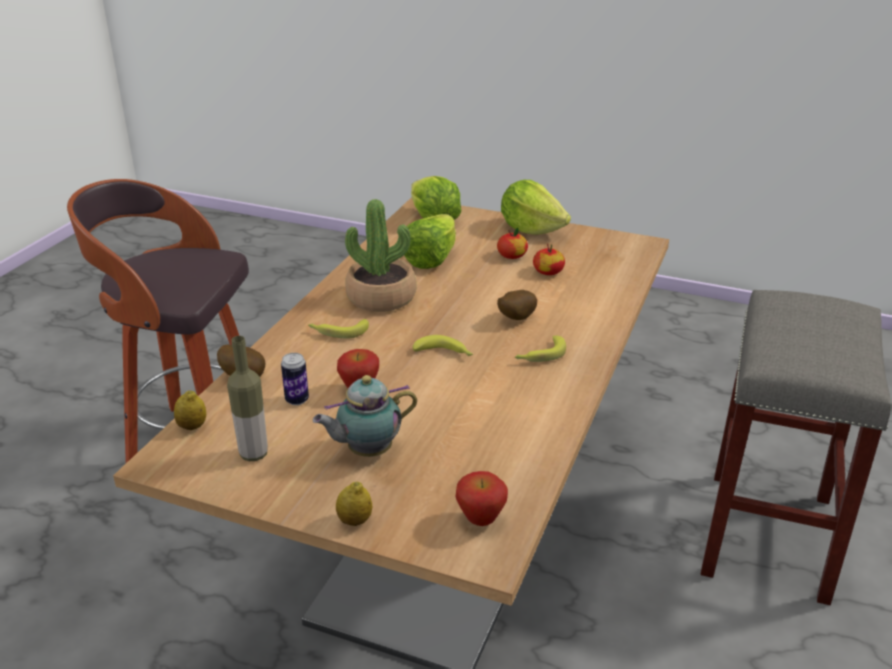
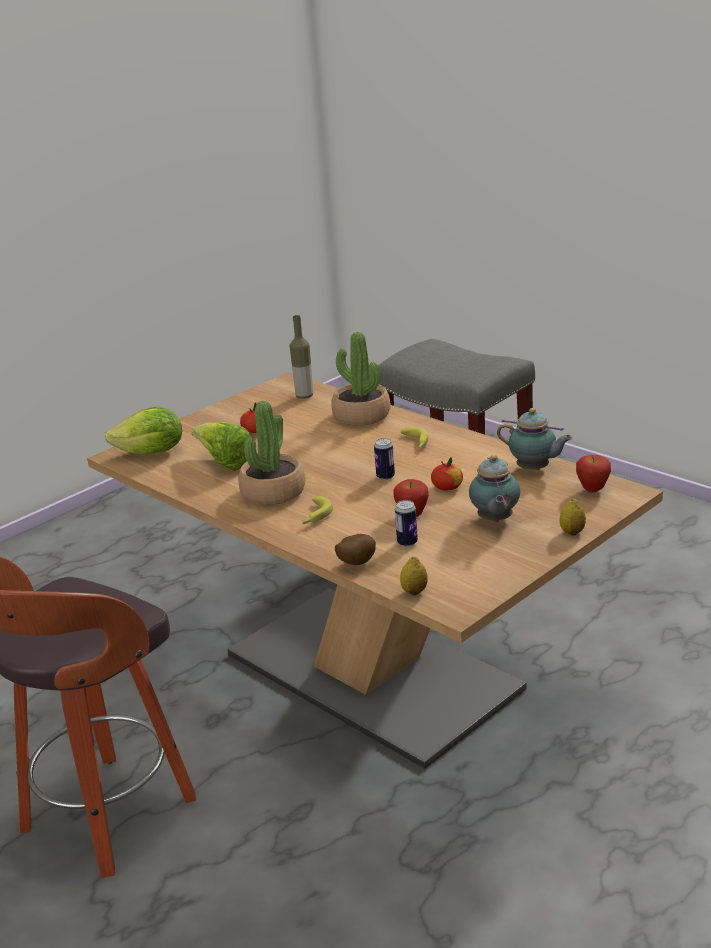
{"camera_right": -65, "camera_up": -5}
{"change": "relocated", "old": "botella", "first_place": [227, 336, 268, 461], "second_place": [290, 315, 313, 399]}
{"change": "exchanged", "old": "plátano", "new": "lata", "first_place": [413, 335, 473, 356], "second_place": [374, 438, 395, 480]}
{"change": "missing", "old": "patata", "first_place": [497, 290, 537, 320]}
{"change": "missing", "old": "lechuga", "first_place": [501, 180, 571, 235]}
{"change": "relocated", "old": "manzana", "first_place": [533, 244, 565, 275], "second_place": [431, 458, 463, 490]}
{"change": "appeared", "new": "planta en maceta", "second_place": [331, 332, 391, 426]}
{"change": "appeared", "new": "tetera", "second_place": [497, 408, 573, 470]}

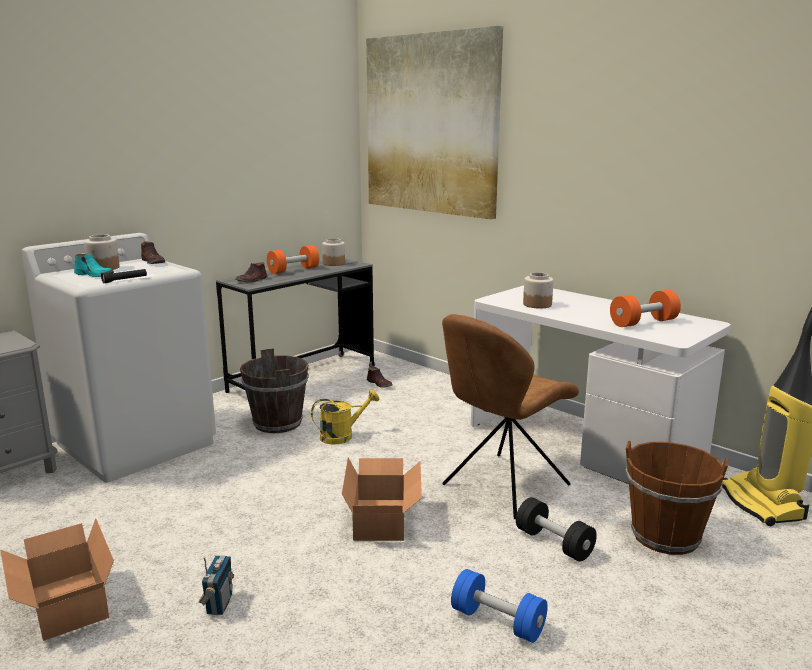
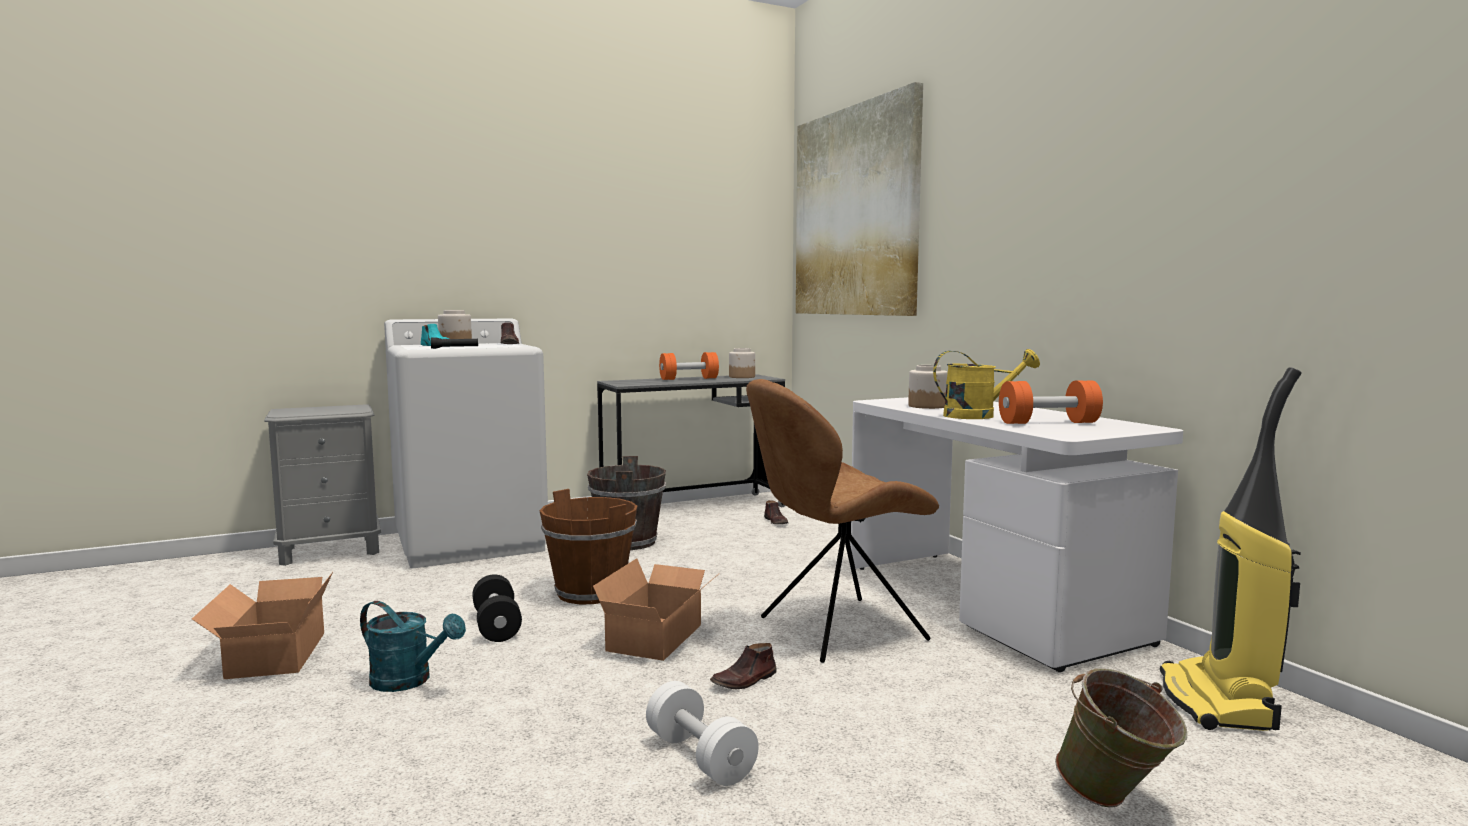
{"camera_right": 20, "camera_up": -10}
{"change": "exchanged", "old": "radio", "new": "regadera (turquesa)", "first_place": [199, 555, 234, 615], "second_place": [360, 601, 466, 692]}
{"change": "relocated", "old": "zapato (marrón)", "first_place": [235, 262, 267, 283], "second_place": [710, 643, 777, 690]}
{"change": "relocated", "old": "regadera (amarillo)", "first_place": [311, 389, 379, 444], "second_place": [933, 349, 1040, 419]}
{"change": "colour", "old": "mancuerna (azul)", "new": "mancuerna (blanco)", "first_place": [451, 569, 548, 643], "second_place": [646, 681, 759, 786]}
{"change": "relocated", "old": "mancuerna (negro)", "first_place": [516, 497, 597, 562], "second_place": [472, 574, 522, 642]}
{"change": "relocated", "old": "cubo (marrón)", "first_place": [626, 441, 728, 555], "second_place": [540, 489, 637, 604]}
{"change": "appeared", "new": "cubo (verde)", "second_place": [1055, 668, 1187, 808]}

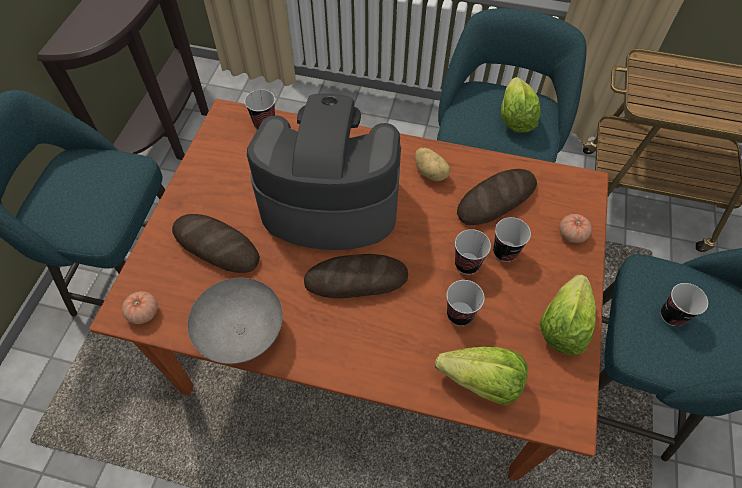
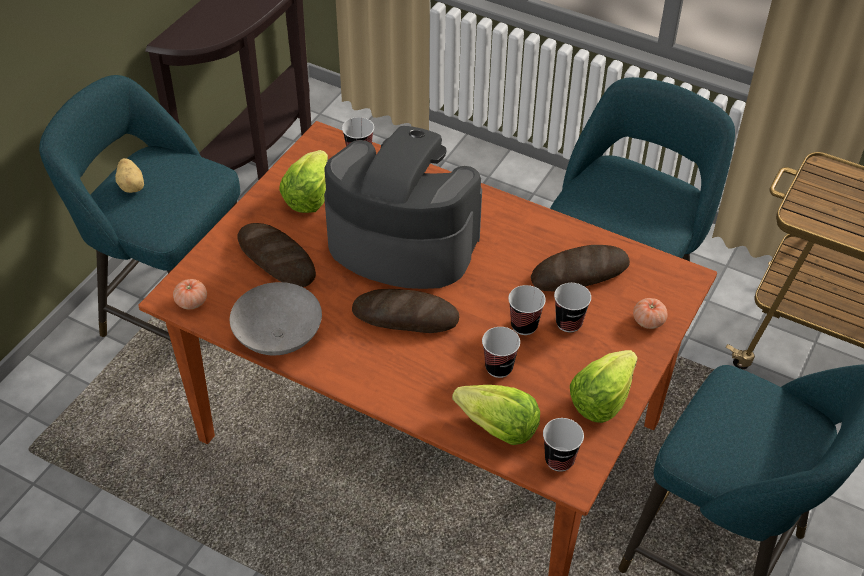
{"camera_right": 15, "camera_up": -10}
{"change": "relocated", "old": "patata", "first_place": [415, 148, 450, 181], "second_place": [115, 158, 144, 193]}
{"change": "relocated", "old": "lechuga", "first_place": [501, 77, 541, 133], "second_place": [279, 150, 328, 213]}
{"change": "relocated", "old": "taza", "first_place": [661, 283, 708, 326], "second_place": [543, 418, 584, 472]}

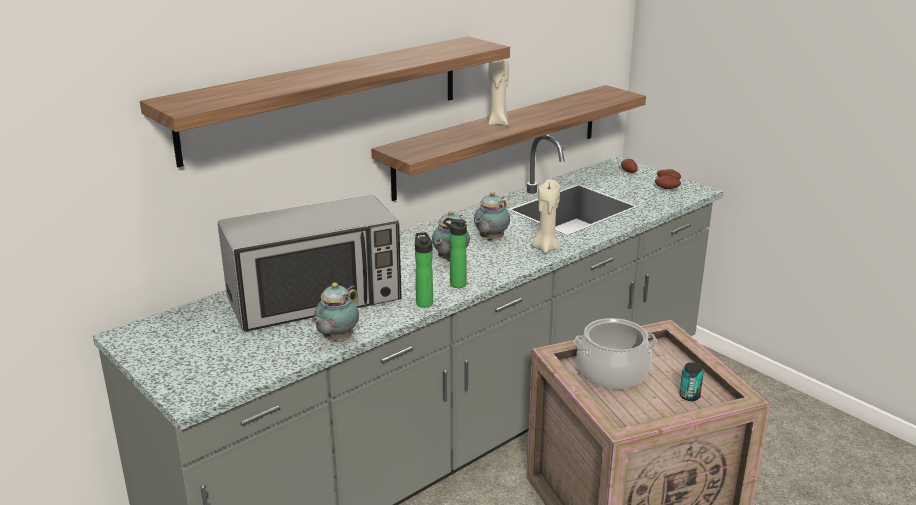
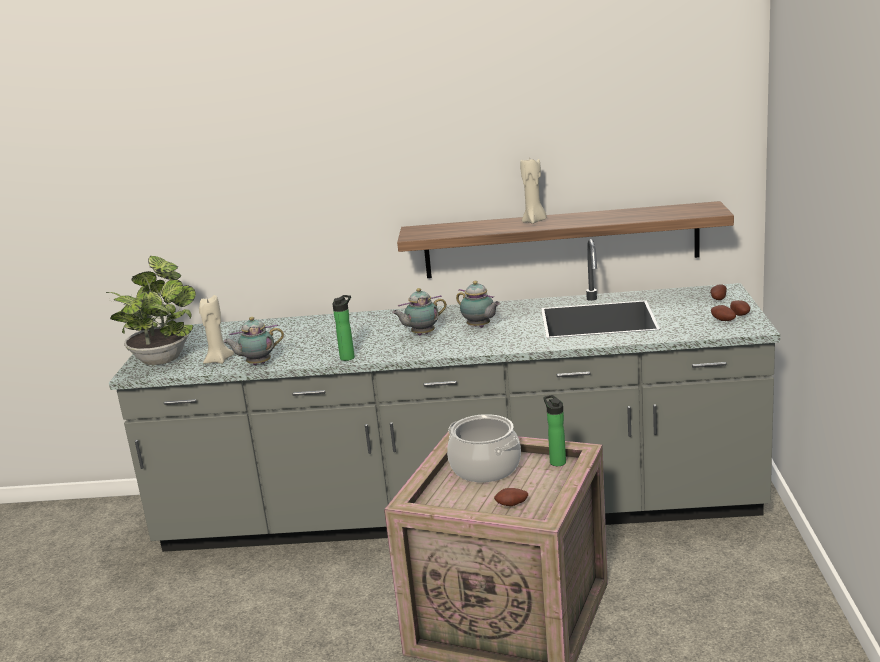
{"camera_right": 45, "camera_up": -5}
{"change": "missing", "old": "estante", "first_place": [140, 36, 510, 167]}
{"change": "missing", "old": "microondas", "first_place": [218, 195, 402, 332]}
{"change": "relocated", "old": "botella", "first_place": [443, 217, 467, 288], "second_place": [544, 395, 566, 466]}
{"change": "spun", "old": "tetera", "first_place": [474, 192, 510, 241], "second_place": [456, 281, 500, 328], "degrees": -120}
{"change": "relocated", "old": "vela (beis)", "first_place": [532, 179, 560, 253], "second_place": [199, 295, 234, 364]}
{"change": "exchanged", "old": "lata", "new": "patata", "first_place": [680, 362, 704, 401], "second_place": [494, 488, 528, 506]}
{"change": "appeared", "new": "planta en maceta", "second_place": [106, 256, 196, 365]}

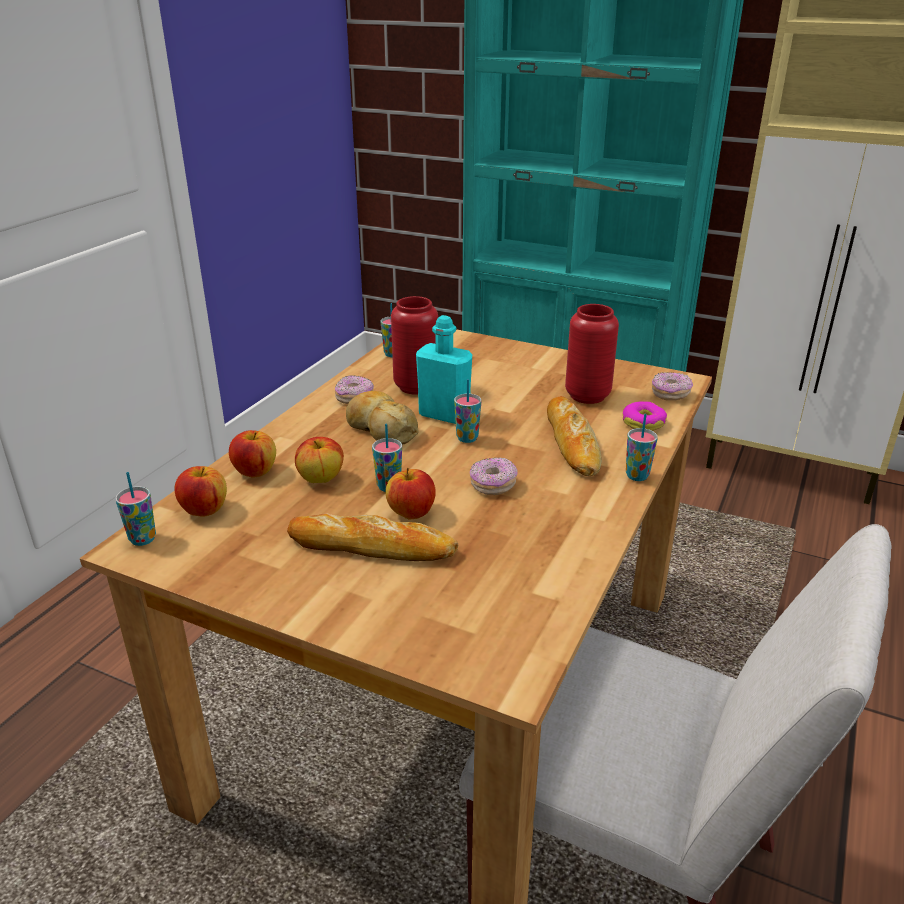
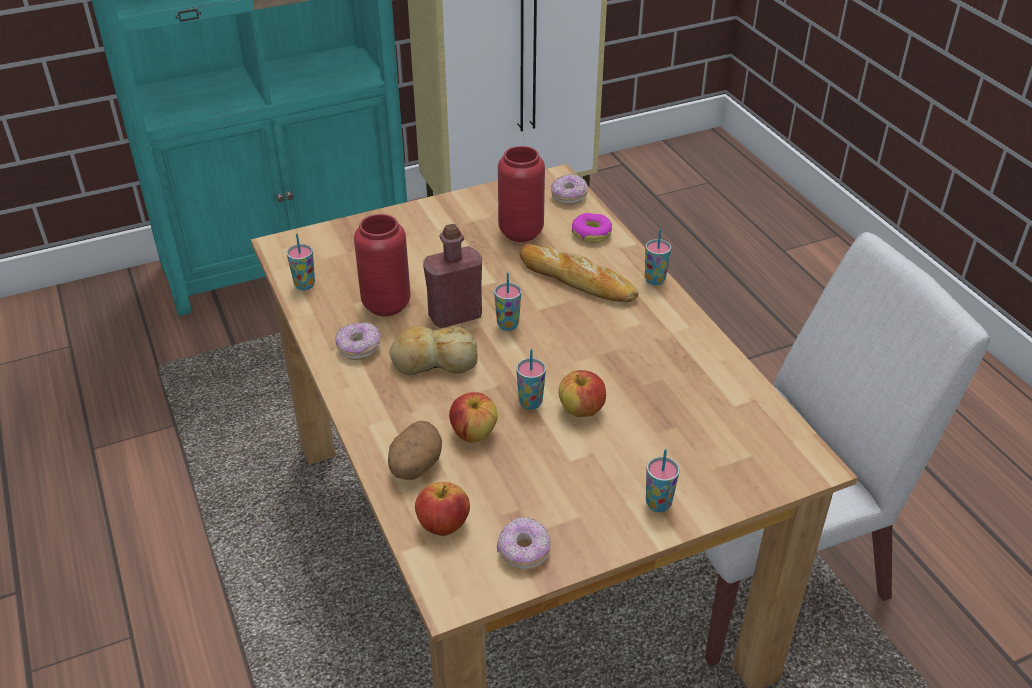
{"camera_right": -50, "camera_up": 10}
{"change": "relocated", "old": "taza", "first_place": [115, 472, 156, 546], "second_place": [646, 449, 680, 512]}
{"change": "exchanged", "old": "manzana", "new": "patata", "first_place": [229, 430, 276, 477], "second_place": [388, 421, 442, 480]}
{"change": "missing", "old": "pan", "first_place": [287, 513, 458, 561]}
{"change": "colour", "old": "botella (turquesa)", "new": "botella (rojo)", "first_place": [416, 315, 472, 424], "second_place": [423, 224, 482, 328]}
{"change": "relocated", "old": "rosquilla", "first_place": [470, 458, 518, 495], "second_place": [497, 517, 551, 569]}

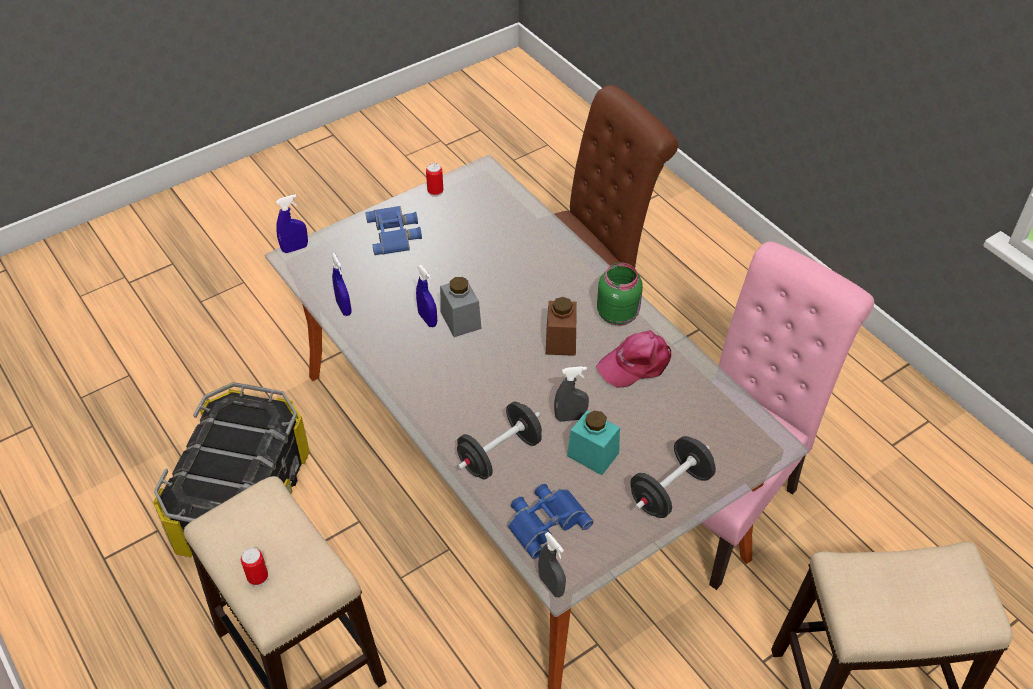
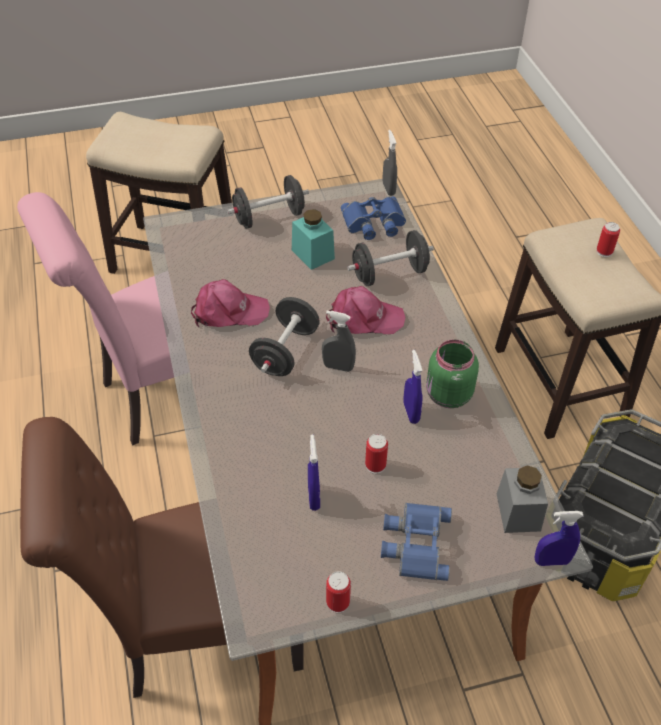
{"camera_right": -160, "camera_up": 0}
{"change": "relocated", "old": "pulverizador (azul)", "first_place": [331, 253, 352, 316], "second_place": [308, 434, 320, 511]}
{"change": "relocated", "old": "tarro (gris)", "first_place": [440, 277, 482, 337], "second_place": [497, 466, 548, 533]}
{"change": "exchanged", "old": "tarro (marrón)", "new": "mancuerna (negro)", "first_place": [546, 297, 577, 356], "second_place": [249, 297, 320, 376]}
{"change": "relocated", "old": "pulverizador (gris)", "first_place": [554, 366, 589, 421], "second_place": [322, 311, 356, 372]}
{"change": "relocated", "old": "tarro (verde)", "first_place": [597, 263, 643, 325], "second_place": [426, 339, 479, 408]}
{"change": "appeared", "new": "gorra (rosa)", "second_place": [326, 286, 406, 334]}
{"change": "appeared", "new": "lata", "second_place": [365, 434, 388, 474]}

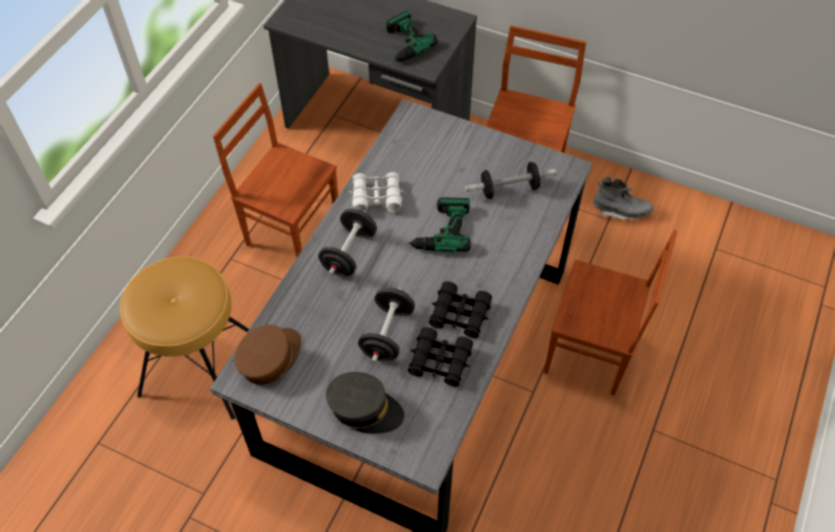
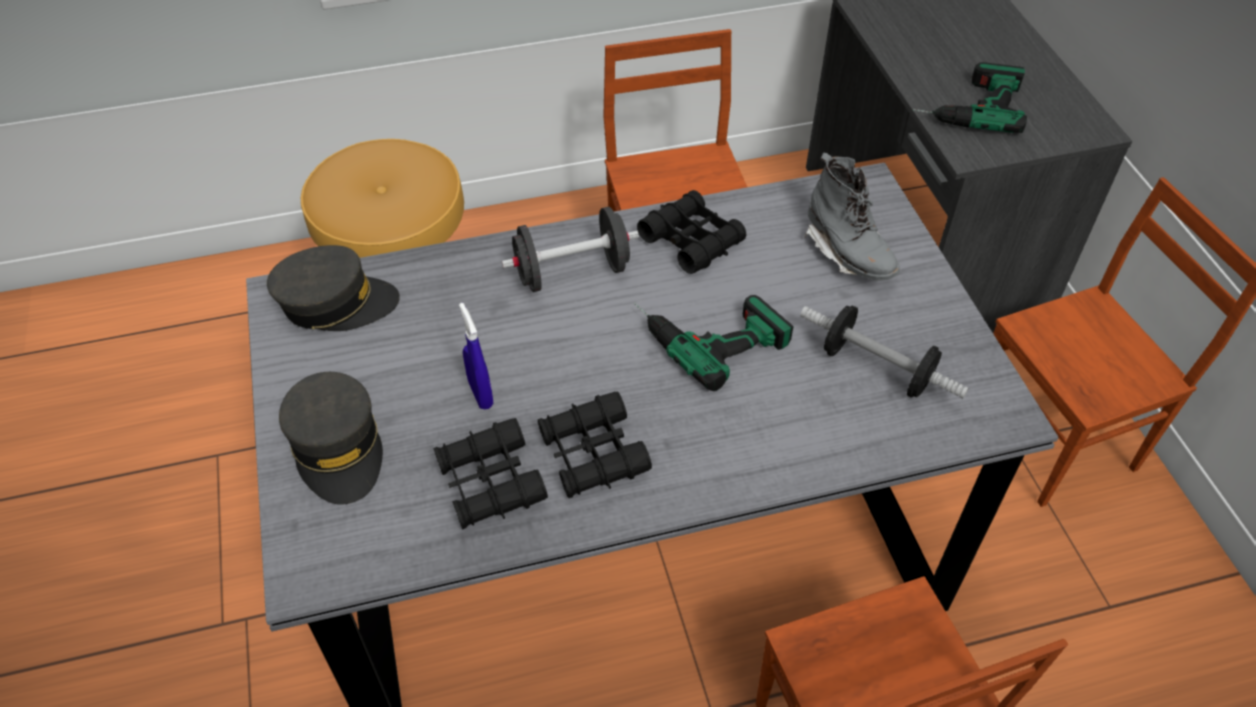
{"camera_right": 50, "camera_up": -5}
{"change": "colour", "old": "gorra (marrón)", "new": "gorra (gris)", "first_place": [234, 325, 301, 385], "second_place": [267, 245, 400, 331]}
{"change": "colour", "old": "prismáticos (blanco)", "new": "prismáticos (negro)", "first_place": [349, 172, 403, 213], "second_place": [637, 190, 746, 274]}
{"change": "exchanged", "old": "mancuerna (negro)", "new": "pulverizador (azul)", "first_place": [358, 288, 415, 363], "second_place": [459, 303, 493, 409]}
{"change": "relocated", "old": "bota (gris)", "first_place": [593, 177, 654, 220], "second_place": [804, 152, 900, 281]}

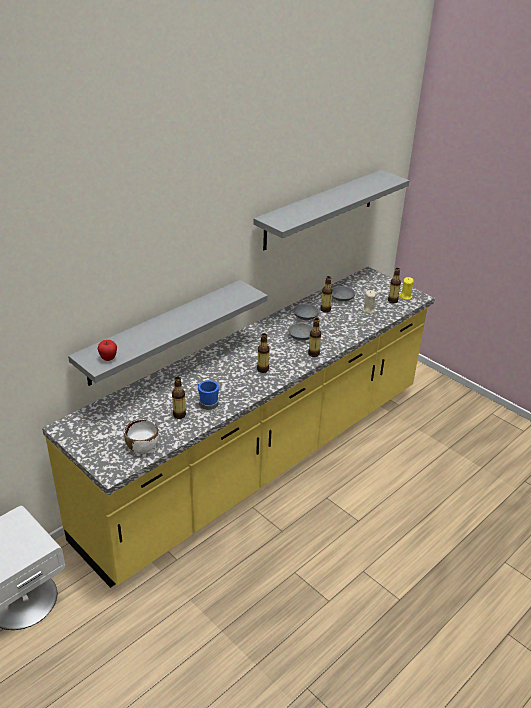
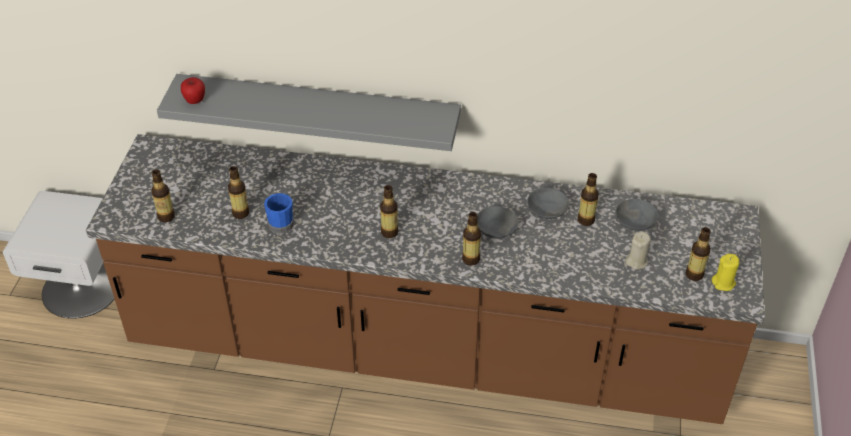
{"camera_right": 55, "camera_up": 10}
{"change": "colour", "old": "mueble bajo de cocina (amarillo)", "new": "mueble bajo de cocina (marrón)", "first_place": [42, 267, 435, 588], "second_place": [86, 134, 765, 424]}
{"change": "exchanged", "old": "cuenco (blanco)", "new": "botella", "first_place": [124, 418, 159, 454], "second_place": [151, 170, 175, 222]}
{"change": "missing", "old": "estante (gris)", "first_place": [253, 170, 410, 250]}

